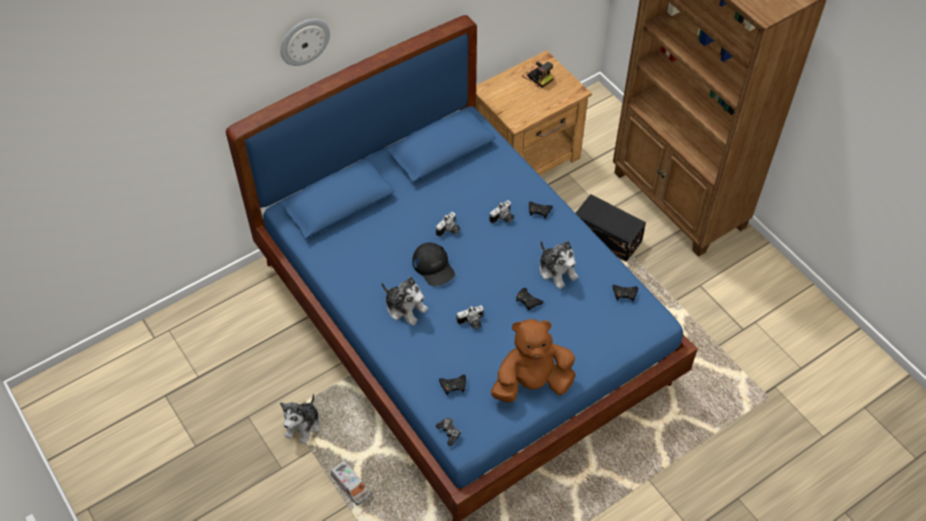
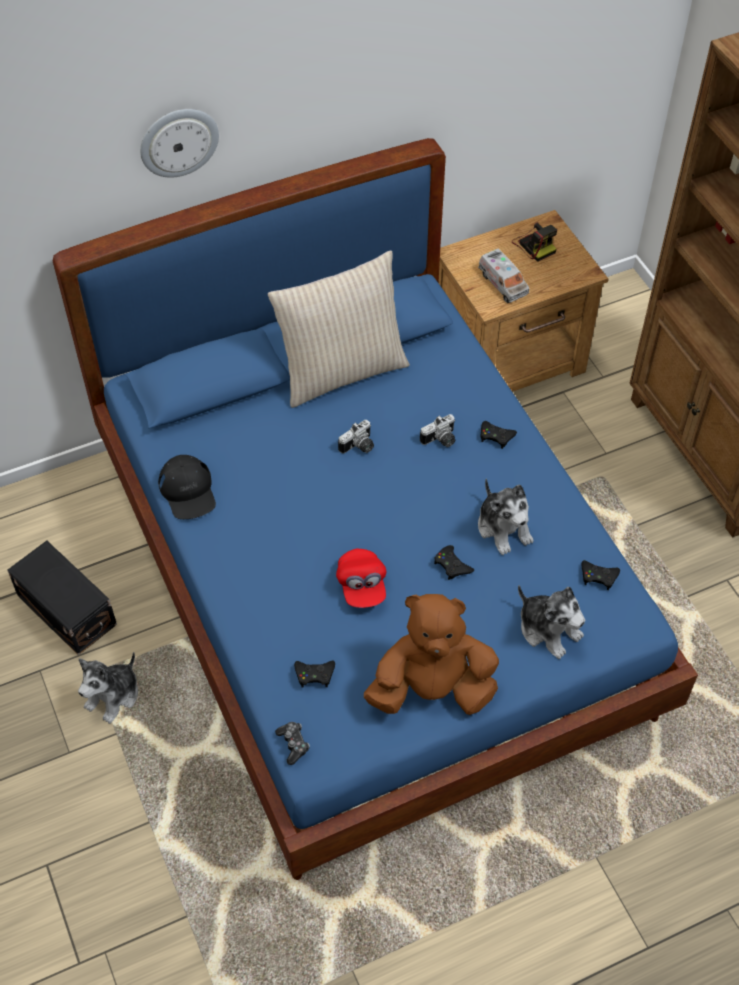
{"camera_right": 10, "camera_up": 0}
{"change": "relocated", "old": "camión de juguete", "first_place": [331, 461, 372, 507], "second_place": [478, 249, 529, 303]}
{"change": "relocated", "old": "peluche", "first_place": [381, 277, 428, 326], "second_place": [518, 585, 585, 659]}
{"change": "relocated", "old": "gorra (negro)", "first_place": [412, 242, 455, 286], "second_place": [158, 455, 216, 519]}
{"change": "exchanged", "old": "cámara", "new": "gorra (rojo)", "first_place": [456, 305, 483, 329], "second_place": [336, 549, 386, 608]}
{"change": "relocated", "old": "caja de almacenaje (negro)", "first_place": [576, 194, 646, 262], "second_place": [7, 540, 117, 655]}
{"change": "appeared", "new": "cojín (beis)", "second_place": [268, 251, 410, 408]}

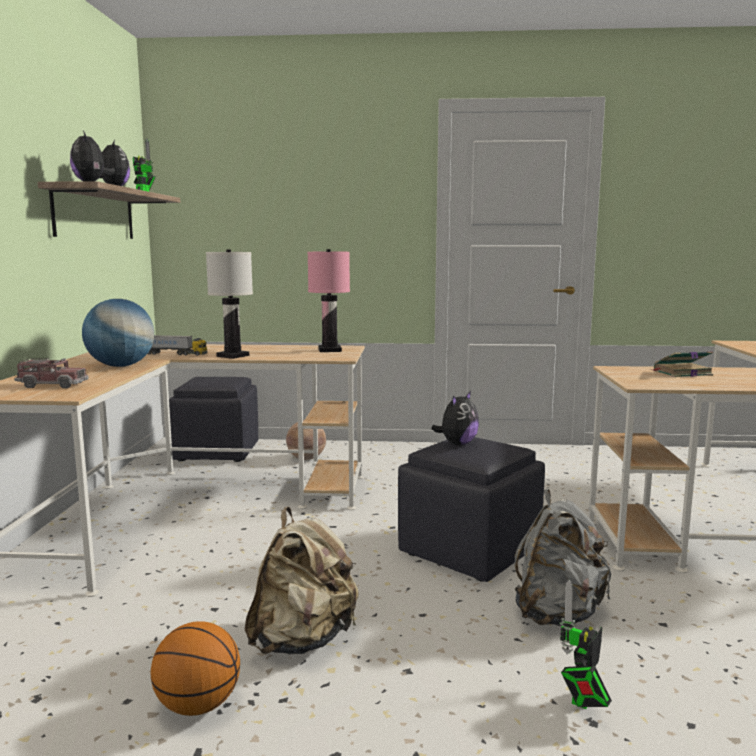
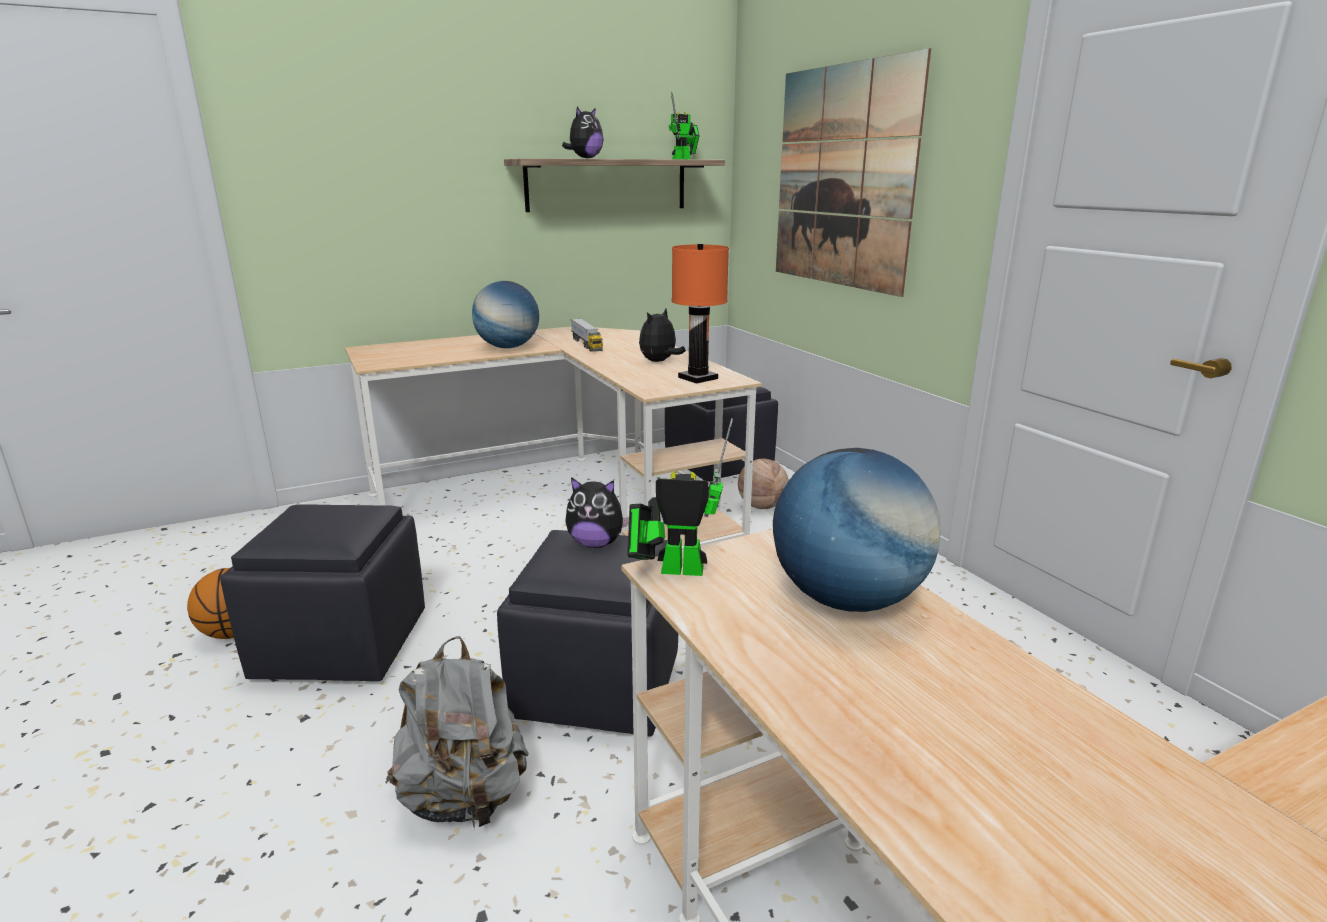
{"camera_right": 60, "camera_up": 10}
{"change": "missing", "old": "camión de juguete", "first_place": [14, 358, 89, 388]}
{"change": "relocated", "old": "peluche", "first_place": [70, 130, 115, 181], "second_place": [639, 308, 686, 362]}
{"change": "missing", "old": "lámpara de mesa (blanco)", "first_place": [206, 249, 253, 359]}
{"change": "exchanged", "old": "mochila (beis)", "new": "puf (negro)", "first_place": [244, 507, 358, 655], "second_place": [220, 505, 425, 682]}
{"change": "colour", "old": "lámpara de mesa (rosa)", "new": "lámpara de mesa (naranja)", "first_place": [307, 249, 350, 352], "second_place": [672, 244, 729, 384]}
{"change": "relocated", "old": "robot de juguete", "first_place": [559, 580, 612, 709], "second_place": [627, 418, 733, 576]}
{"change": "exchanged", "old": "libro", "new": "globo terráqueo", "first_place": [652, 351, 713, 377], "second_place": [773, 448, 941, 612]}
{"change": "appeared", "new": "cuadro", "second_place": [776, 48, 931, 297]}

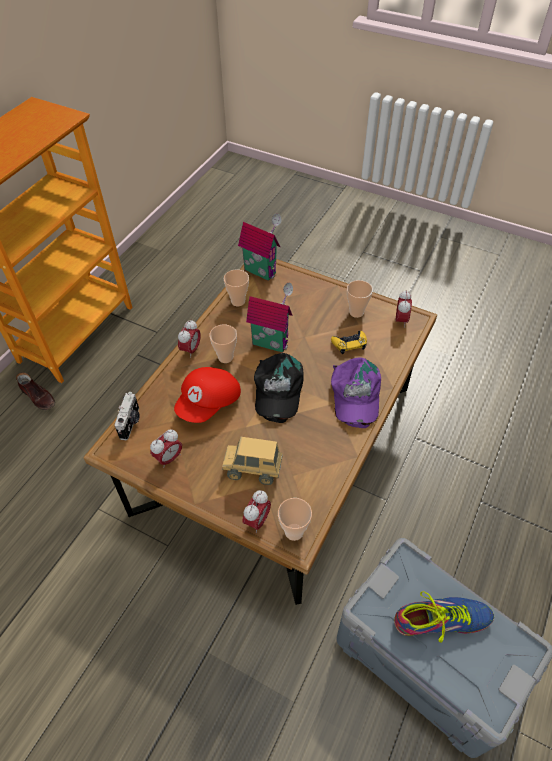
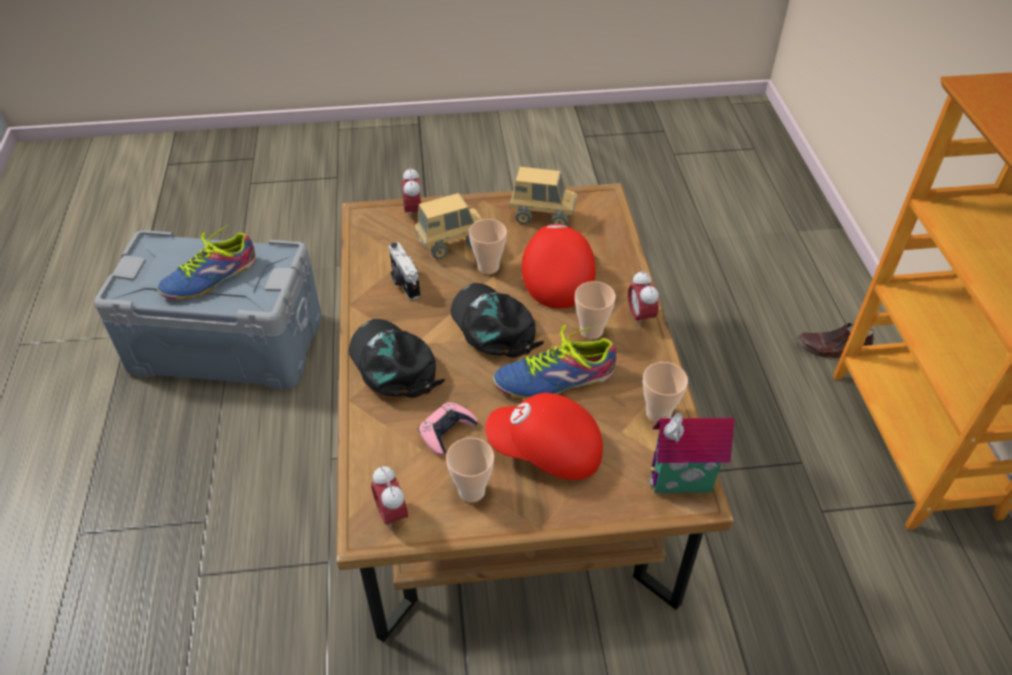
{"camera_right": 145, "camera_up": -5}
{"change": "relocated", "old": "cámara", "first_place": [114, 392, 140, 440], "second_place": [389, 242, 420, 300]}
{"change": "exchanged", "old": "despertador", "new": "camión de juguete", "first_place": [150, 429, 182, 468], "second_place": [510, 167, 577, 226]}
{"change": "exchanged", "old": "casita", "new": "zapato", "first_place": [246, 283, 293, 352], "second_place": [493, 324, 616, 399]}
{"change": "relocated", "old": "taza", "first_place": [278, 498, 312, 541], "second_place": [469, 219, 507, 274]}
{"change": "colour", "old": "mando de consola (amarillo)", "new": "mando de consola (rosa)", "first_place": [331, 331, 367, 354], "second_place": [418, 402, 478, 456]}
{"change": "colour", "old": "gorra (morado)", "new": "gorra (negro)", "first_place": [331, 357, 381, 428], "second_place": [349, 319, 445, 398]}
{"change": "appeared", "new": "gorra (rojo)", "second_place": [485, 393, 603, 480]}

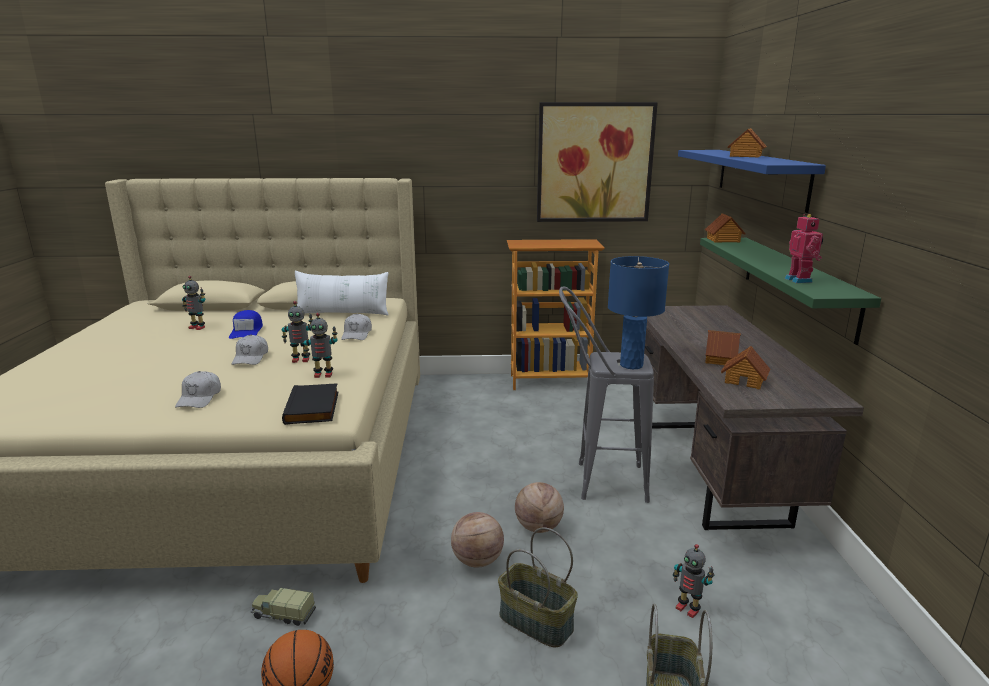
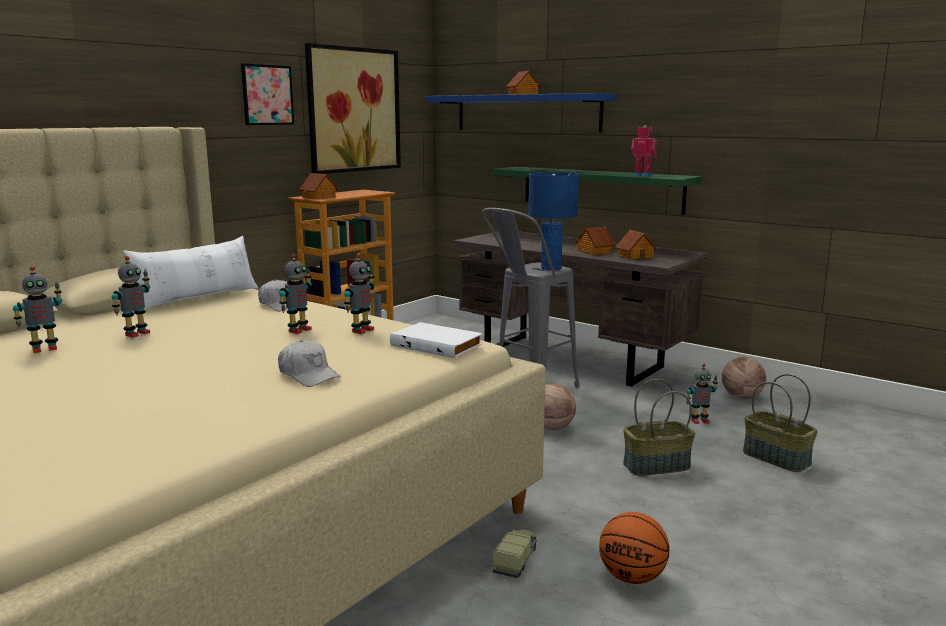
{"camera_right": -50, "camera_up": -5}
{"change": "exchanged", "old": "gorra (azul)", "new": "robot de juguete", "first_place": [229, 310, 263, 339], "second_place": [112, 256, 150, 338]}
{"change": "missing", "old": "gorra (blanco)", "first_place": [232, 335, 268, 365]}
{"change": "spun", "old": "camión de juguete", "first_place": [251, 588, 316, 626], "second_place": [492, 529, 537, 578], "degrees": 150}
{"change": "colour", "old": "libro (negro)", "new": "libro (blanco)", "first_place": [282, 383, 339, 425], "second_place": [390, 322, 483, 358]}
{"change": "relocated", "old": "balón de baloncesto", "first_place": [451, 512, 504, 567], "second_place": [722, 357, 766, 399]}
{"change": "relocated", "old": "casita", "first_place": [705, 213, 746, 243], "second_place": [299, 173, 339, 199]}
{"change": "appeared", "new": "cuadro", "second_place": [241, 63, 294, 125]}

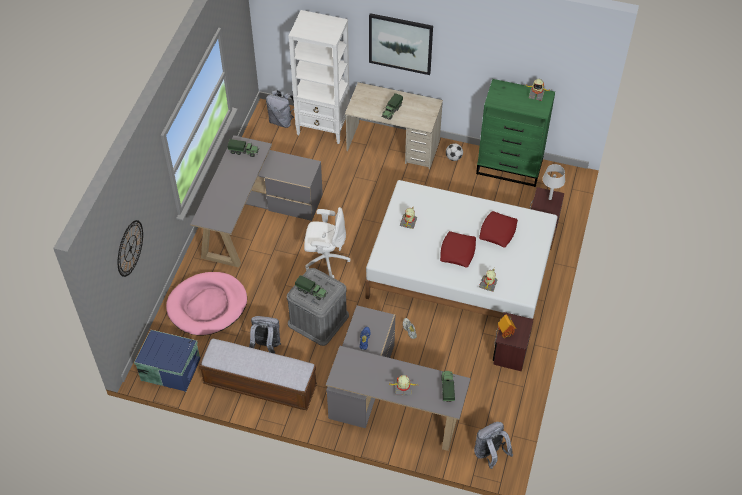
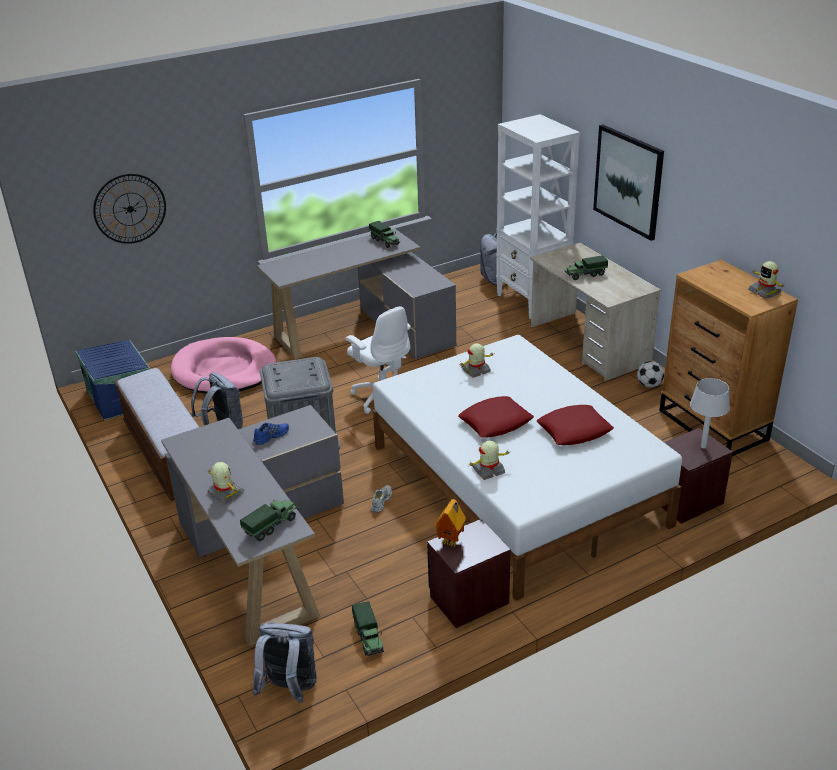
{"camera_right": 45, "camera_up": -20}
{"change": "relocated", "old": "camión de juguete", "first_place": [295, 275, 328, 300], "second_place": [352, 601, 384, 656]}
{"change": "colour", "old": "cómoda (verde)", "new": "cómoda (marrón)", "first_place": [476, 79, 555, 187], "second_place": [659, 260, 798, 456]}

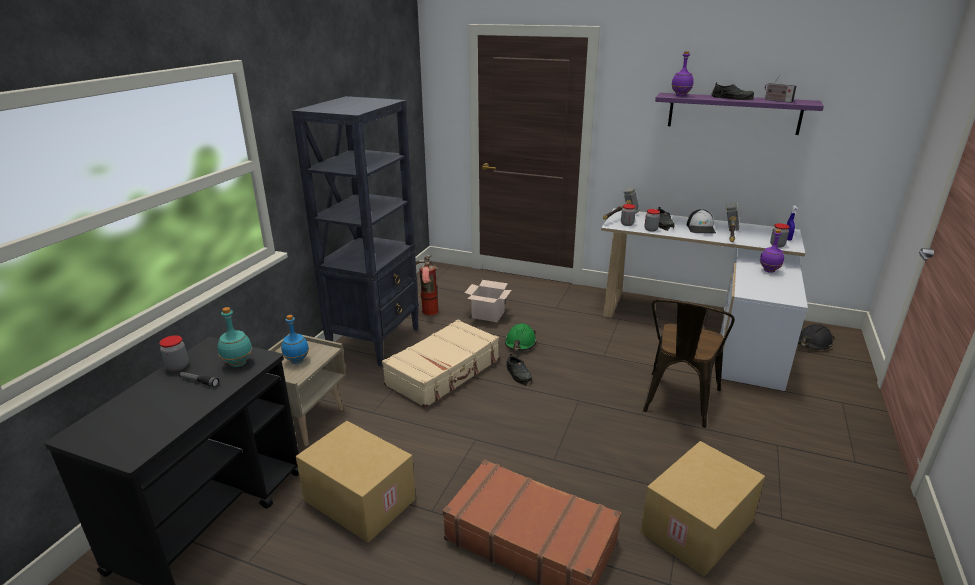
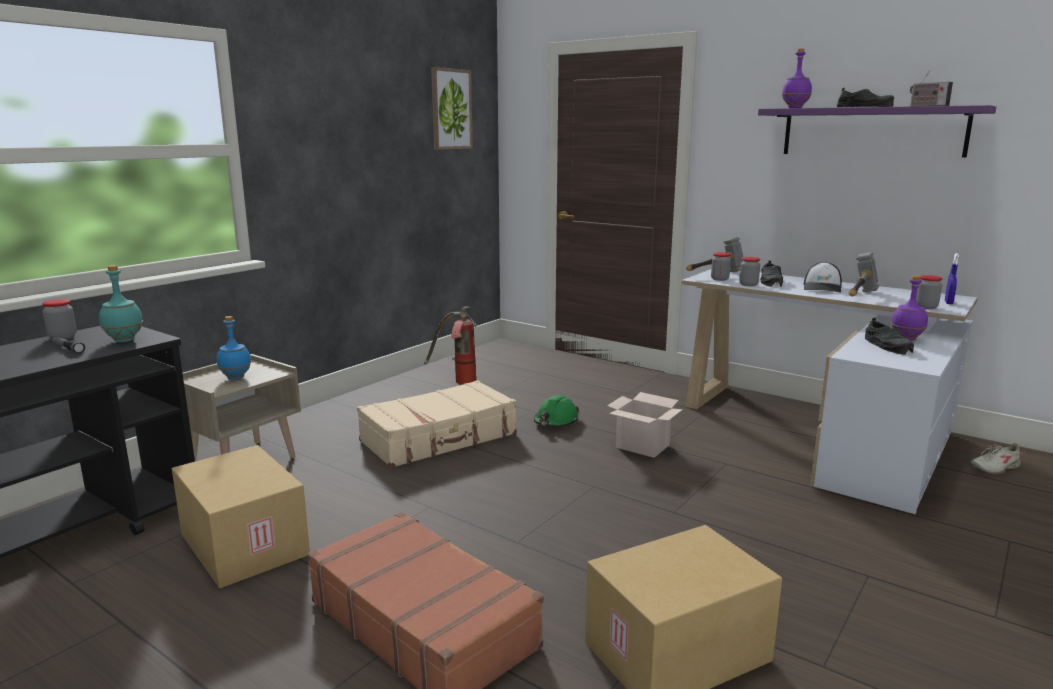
{"camera_right": 15, "camera_up": -10}
{"change": "missing", "old": "estantería (negro)", "first_place": [292, 96, 419, 367]}
{"change": "relocated", "old": "caja de cartón", "first_place": [465, 280, 511, 322], "second_place": [607, 392, 683, 458]}
{"change": "relocated", "old": "zapato (negro)", "first_place": [506, 354, 532, 386], "second_place": [865, 318, 914, 355]}
{"change": "missing", "old": "silla (marrón)", "first_place": [643, 299, 735, 428]}
{"change": "exchanged", "old": "casco (negro)", "new": "zapato (beis)", "first_place": [798, 324, 835, 350], "second_place": [970, 443, 1024, 474]}
{"change": "appeared", "new": "cuadro", "second_place": [431, 67, 473, 150]}

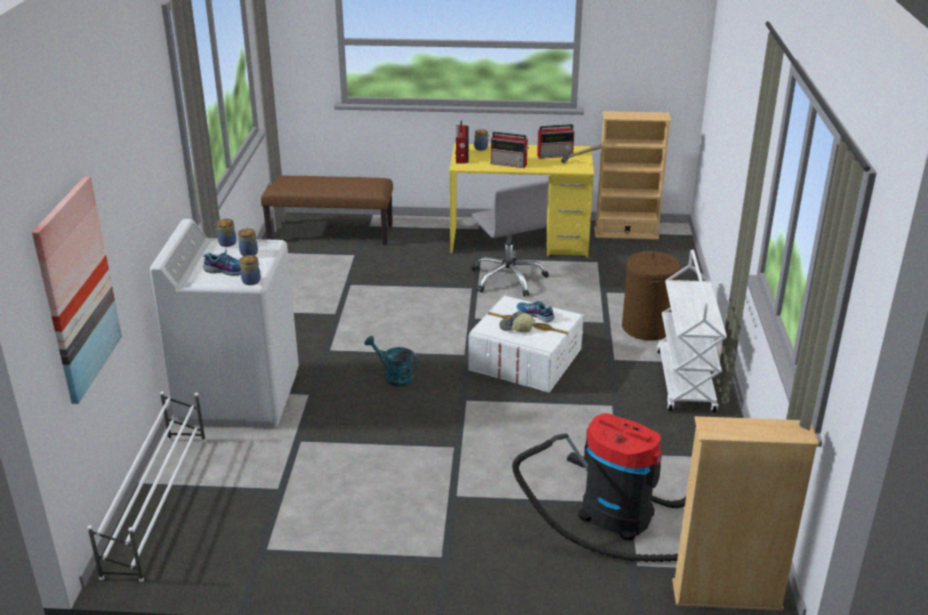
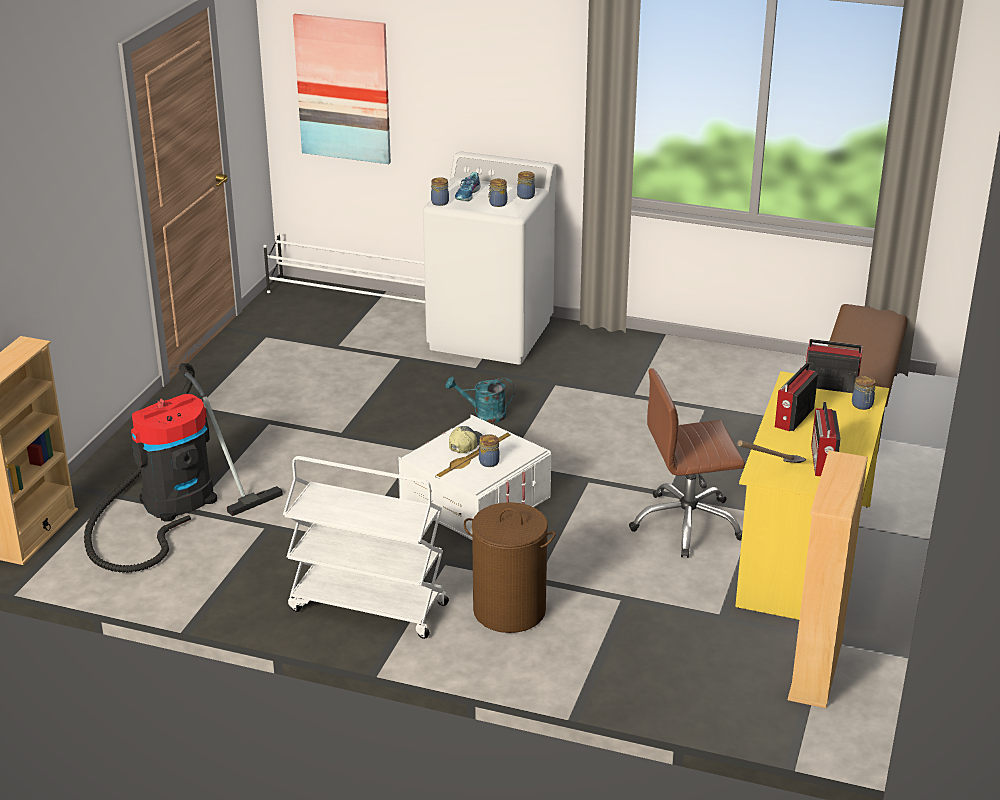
{"camera_right": 105, "camera_up": 0}
{"change": "spun", "old": "regadera (turquesa)", "first_place": [364, 336, 418, 386], "second_place": [445, 376, 515, 423], "degrees": -135}
{"change": "colour", "old": "silla de oficina (gris)", "new": "silla de oficina (marrón)", "first_place": [471, 181, 549, 297], "second_place": [629, 368, 745, 558]}
{"change": "exchanged", "old": "zapato", "new": "tarro", "first_place": [517, 301, 555, 322], "second_place": [479, 434, 500, 467]}

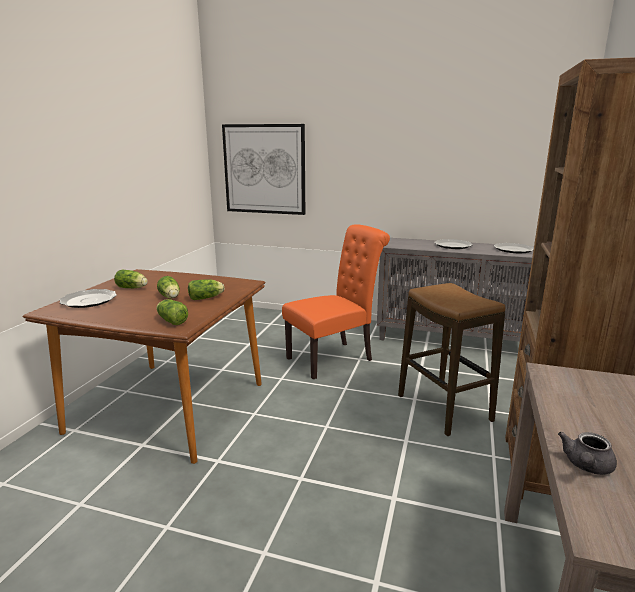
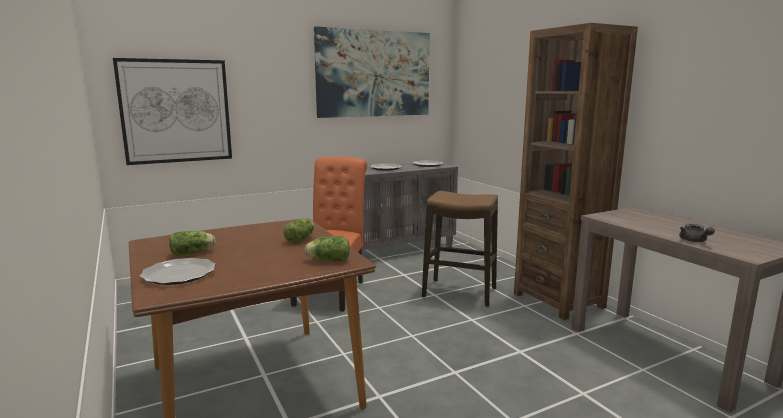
{"camera_right": -45, "camera_up": -5}
{"change": "missing", "old": "lechuga", "first_place": [157, 276, 180, 299]}
{"change": "appeared", "new": "cuadro", "second_place": [314, 26, 430, 118]}

